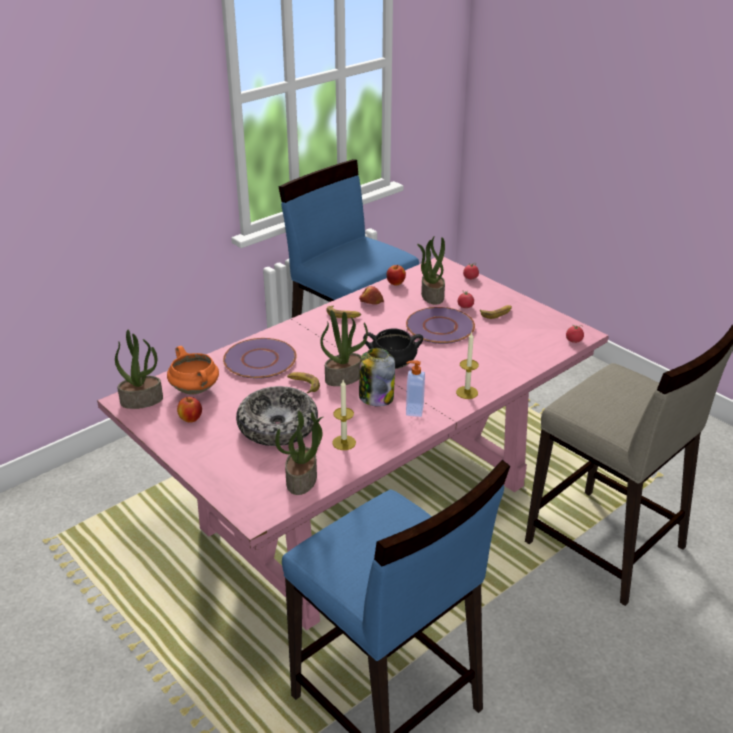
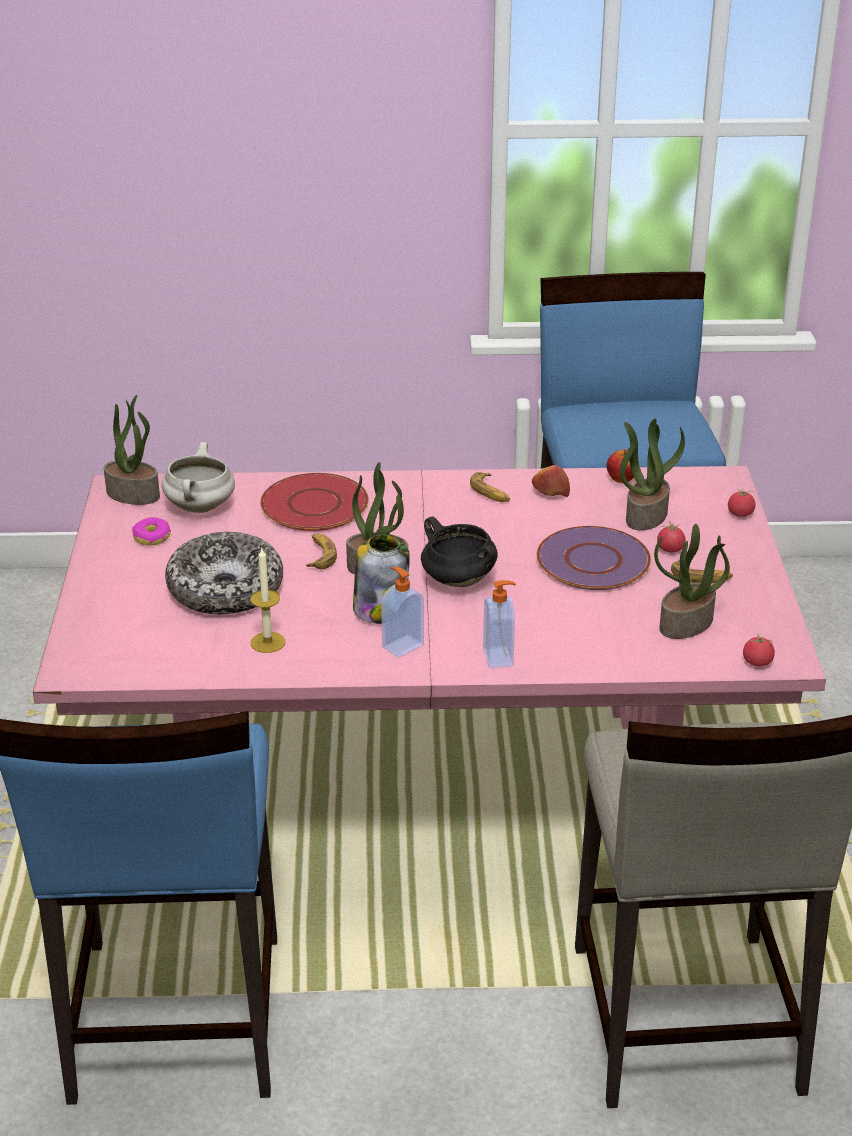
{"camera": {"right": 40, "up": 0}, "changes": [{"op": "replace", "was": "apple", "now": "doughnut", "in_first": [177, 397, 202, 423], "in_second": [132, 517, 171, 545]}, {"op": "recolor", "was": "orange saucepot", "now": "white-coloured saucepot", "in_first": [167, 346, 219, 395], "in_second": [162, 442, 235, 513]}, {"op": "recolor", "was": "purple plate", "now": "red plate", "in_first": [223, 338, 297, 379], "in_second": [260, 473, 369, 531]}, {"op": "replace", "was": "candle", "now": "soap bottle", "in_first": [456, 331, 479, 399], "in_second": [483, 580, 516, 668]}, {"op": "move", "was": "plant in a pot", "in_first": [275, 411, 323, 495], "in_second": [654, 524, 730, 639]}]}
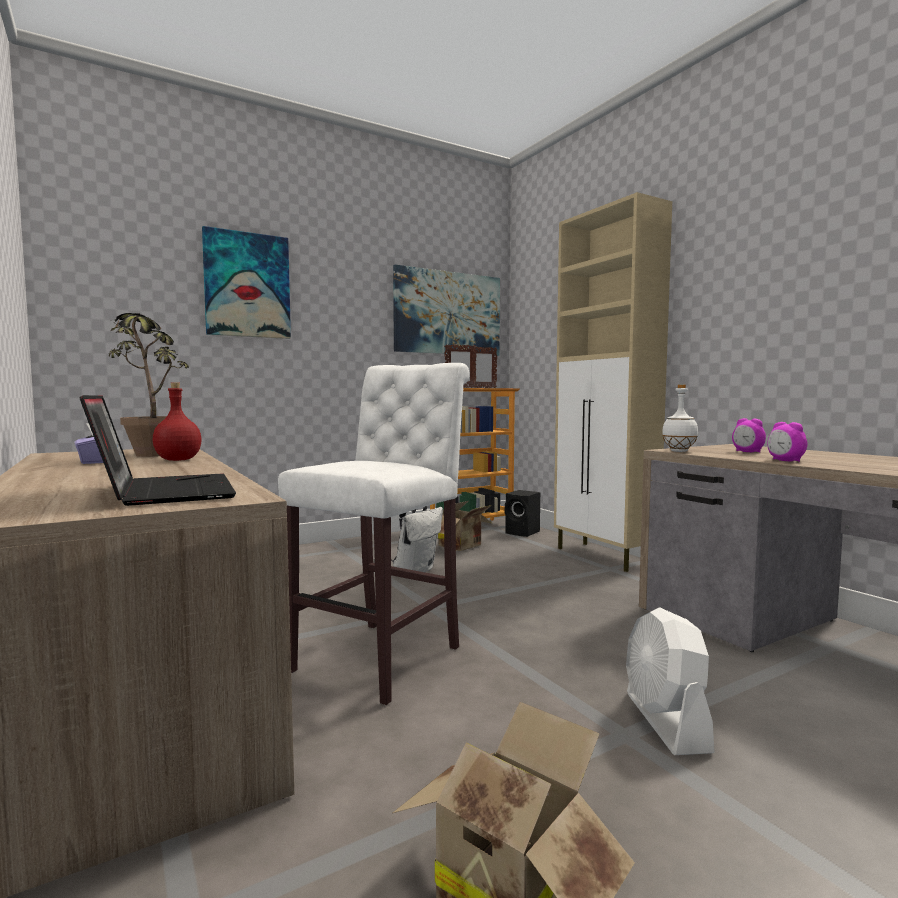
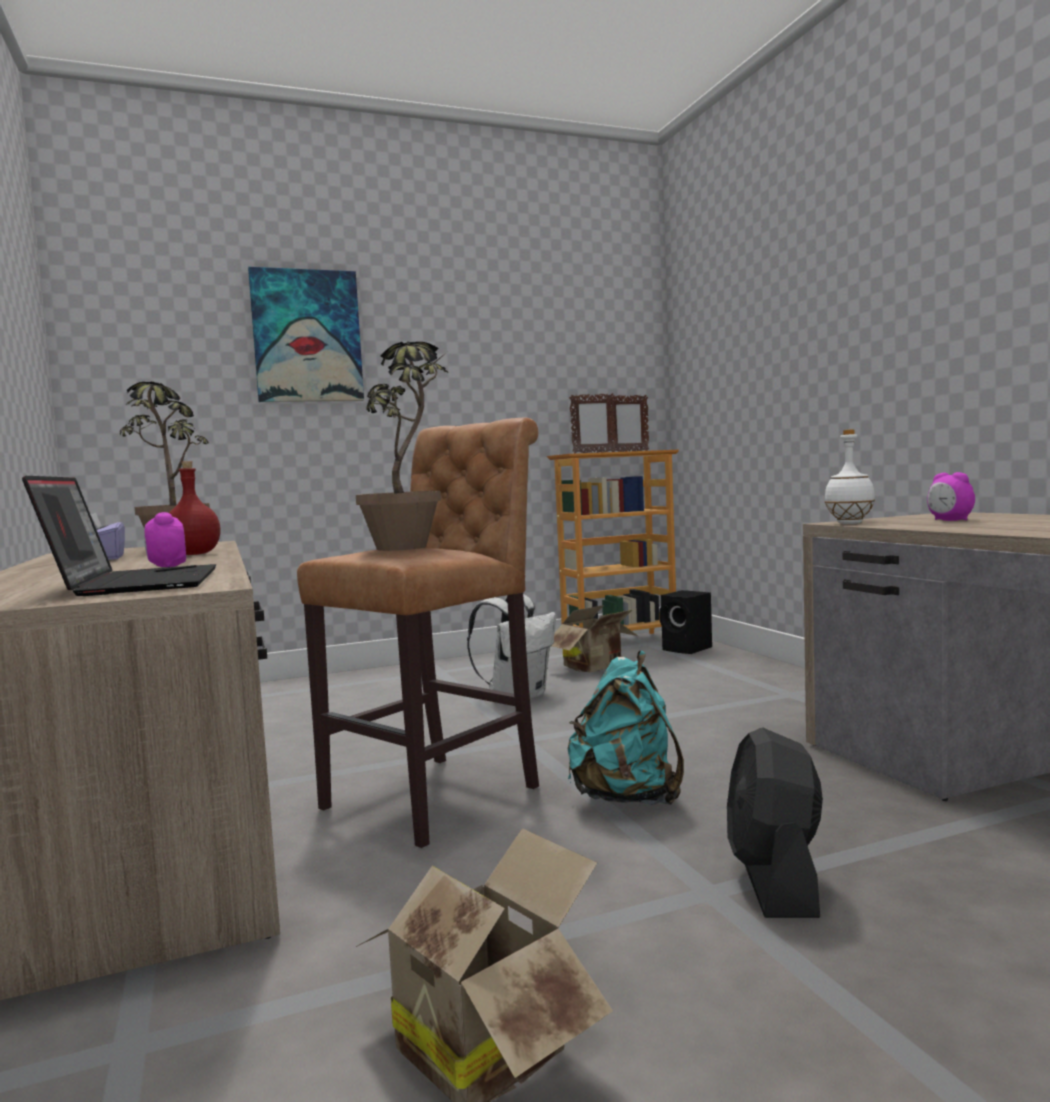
{"camera": {"right": 10, "up": 0}, "changes": [{"op": "move", "was": "alarm clock", "in_first": [767, 422, 808, 462], "in_second": [144, 512, 186, 567]}, {"op": "recolor", "was": "white-coloured stool", "now": "brown-coloured stool", "in_first": [278, 363, 470, 705], "in_second": [297, 418, 539, 848]}, {"op": "insert", "now": "plant in a pot", "in_second": [356, 341, 448, 551]}, {"op": "insert", "now": "turquoise-coloured rucksack", "in_second": [568, 651, 684, 805]}, {"op": "recolor", "was": "white-coloured electric fan", "now": "black-coloured electric fan", "in_first": [626, 607, 715, 755], "in_second": [727, 727, 823, 918]}, {"op": "delete", "was": "picture", "in_first": [393, 265, 500, 356]}, {"op": "delete", "was": "sand-coloured cabinet", "in_first": [554, 192, 672, 572]}]}
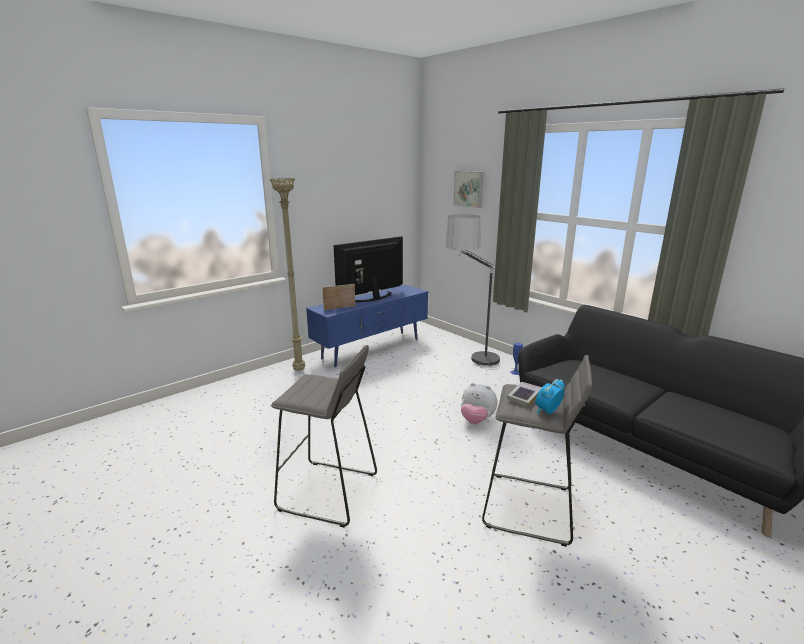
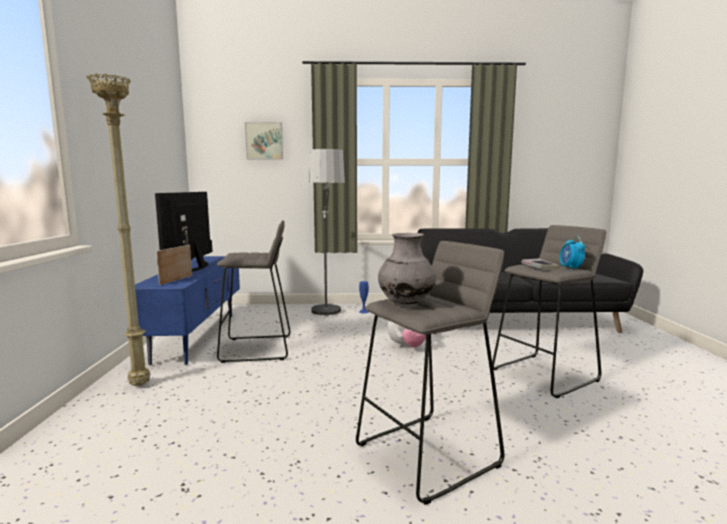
{"camera": {"right": -50, "up": -10}, "changes": [{"op": "insert", "now": "grey stool", "in_second": [217, 221, 290, 363]}, {"op": "insert", "now": "grey decorative vase", "in_second": [378, 233, 436, 304]}]}
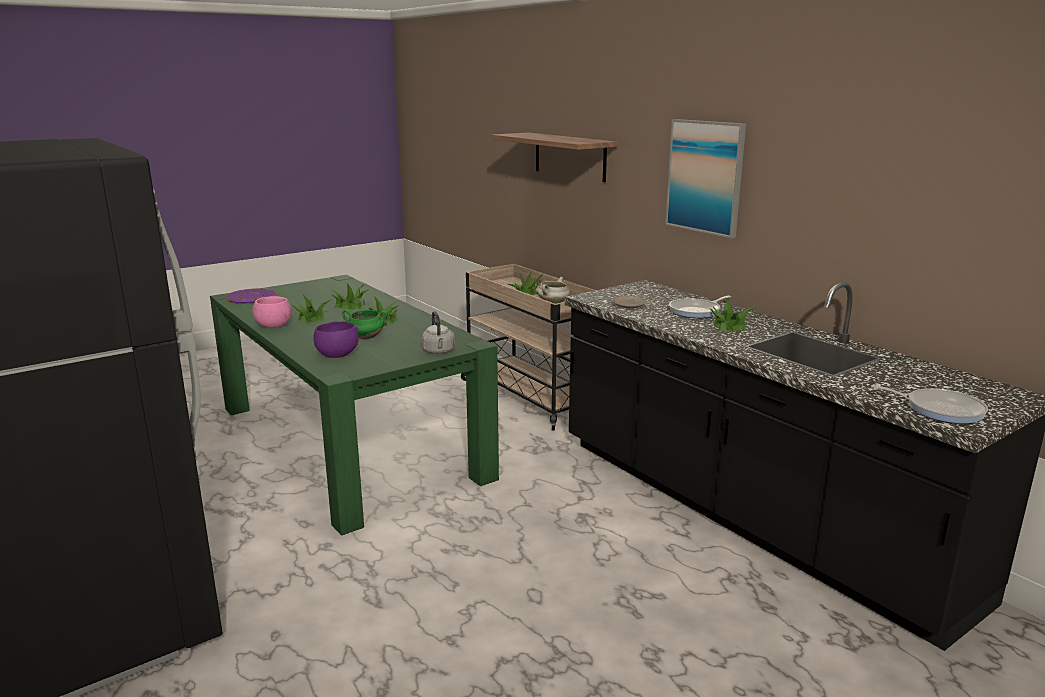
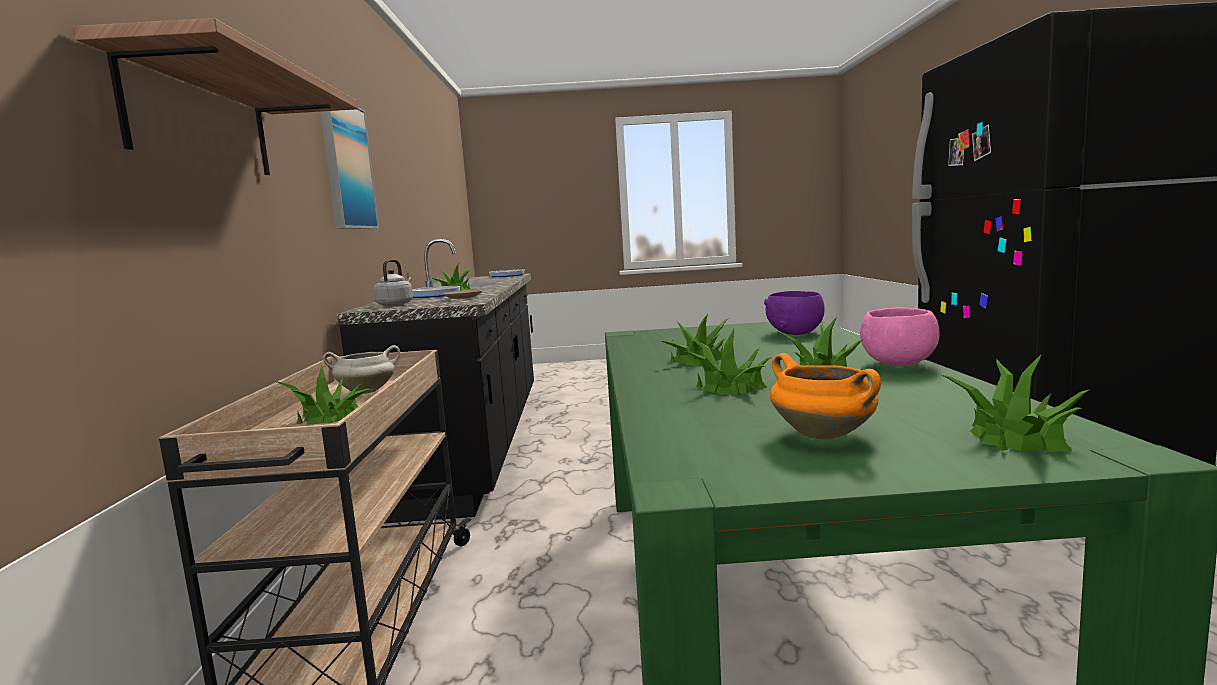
{"camera": {"right": -145, "up": -10}, "changes": [{"op": "move", "was": "grey kettle", "in_first": [422, 311, 455, 354], "in_second": [373, 259, 413, 306]}, {"op": "insert", "now": "orange saucepot", "in_second": [770, 353, 881, 440]}, {"op": "replace", "was": "purple plate", "now": "plant in a pot", "in_first": [225, 288, 277, 304], "in_second": [942, 354, 1090, 452]}, {"op": "delete", "was": "greenish saucepot", "in_first": [342, 309, 388, 339]}]}
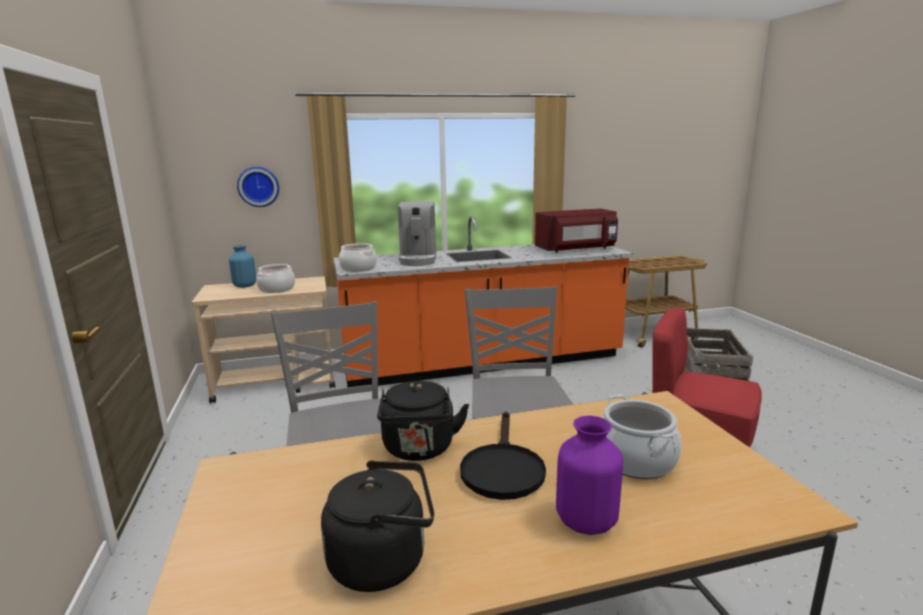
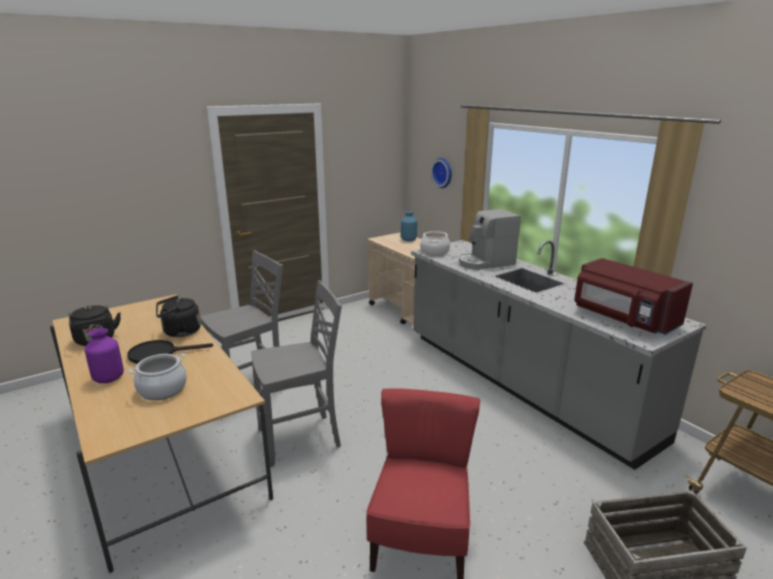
{"camera": {"right": 70, "up": 5}, "changes": [{"op": "recolor", "was": "orange counter", "now": "grey counter", "in_first": [334, 216, 633, 387], "in_second": [411, 240, 706, 470]}, {"op": "delete", "was": "saucepot", "in_first": [256, 264, 295, 293]}]}
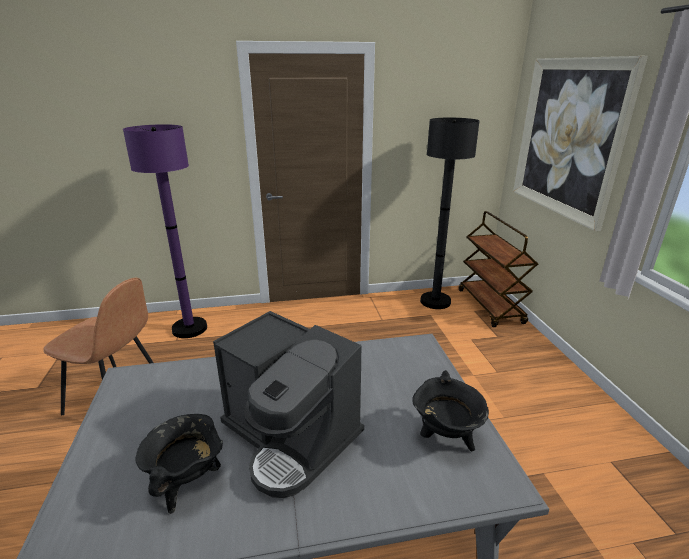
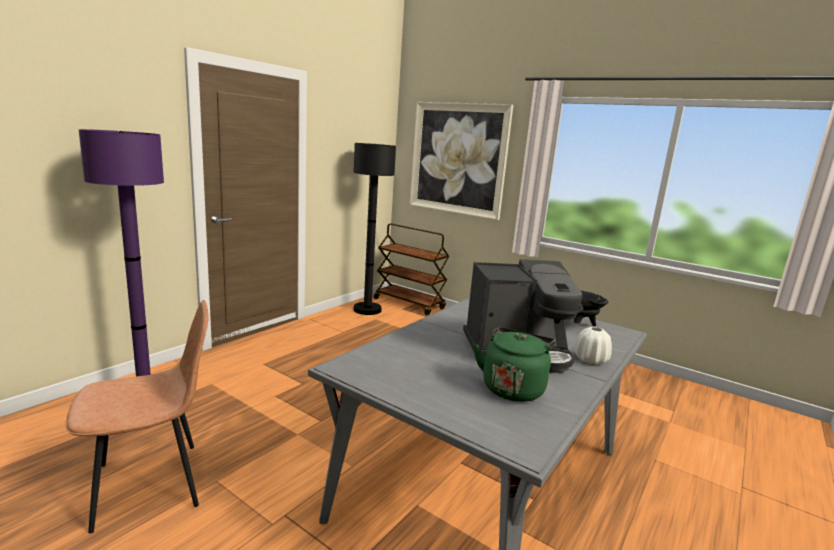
{"camera": {"right": -45, "up": -10}, "changes": [{"op": "replace", "was": "black-coloured saucepot", "now": "greenish kettle", "in_first": [135, 414, 223, 514], "in_second": [473, 327, 556, 402]}, {"op": "insert", "now": "white-coloured decorative vase", "in_second": [574, 327, 612, 365]}]}
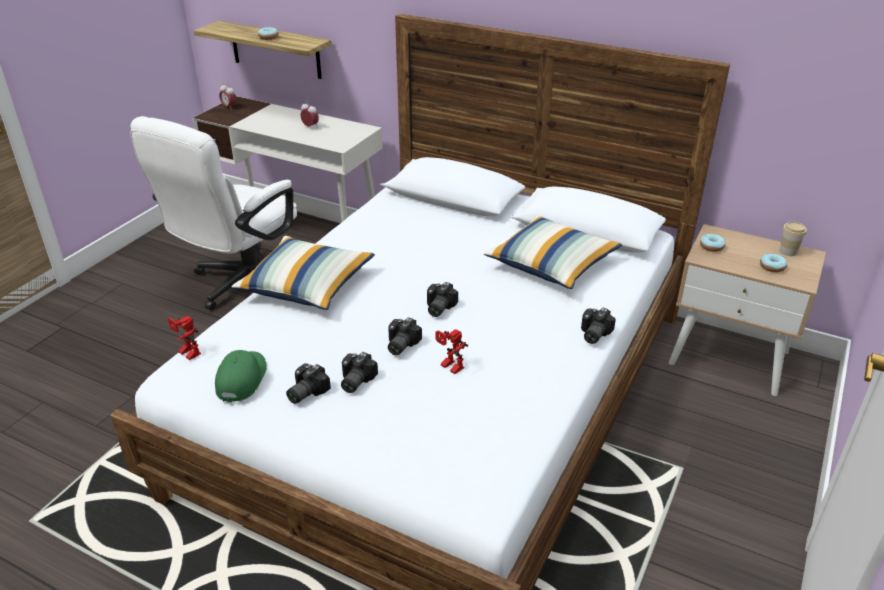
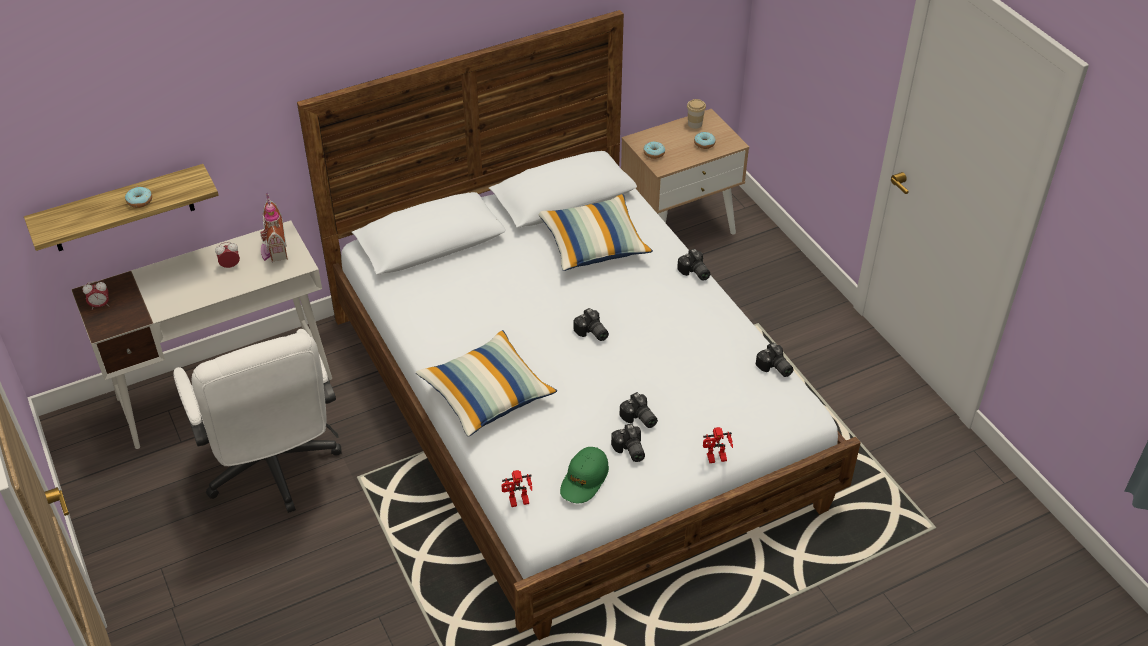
{"camera": {"right": -55, "up": 10}, "changes": [{"op": "insert", "now": "miniature house", "in_second": [260, 193, 288, 263]}, {"op": "rotate", "was": "greenish peaked cap", "in_first": [215, 350, 267, 402], "in_second": [560, 447, 609, 503], "clockwise": -105}, {"op": "move", "was": "toy robot", "in_first": [436, 329, 468, 374], "in_second": [703, 427, 733, 463]}, {"op": "move", "was": "photo camera", "in_first": [388, 317, 422, 355], "in_second": [756, 342, 794, 377]}]}
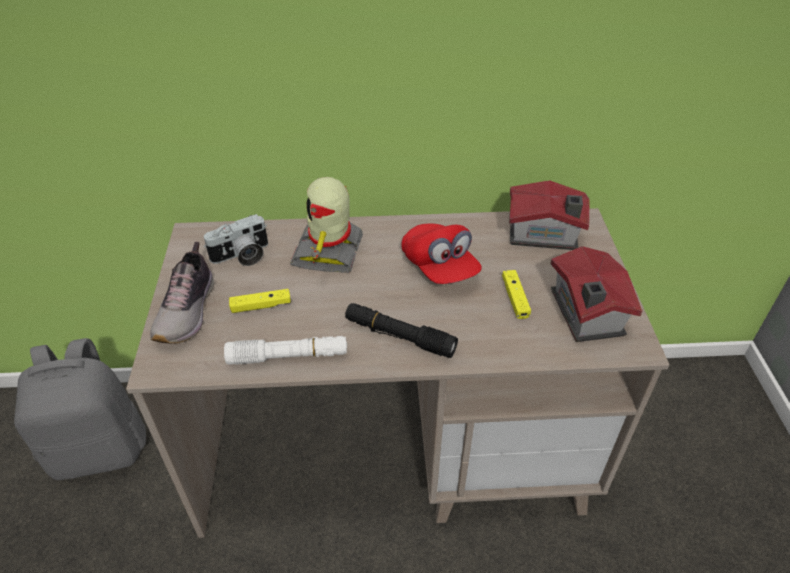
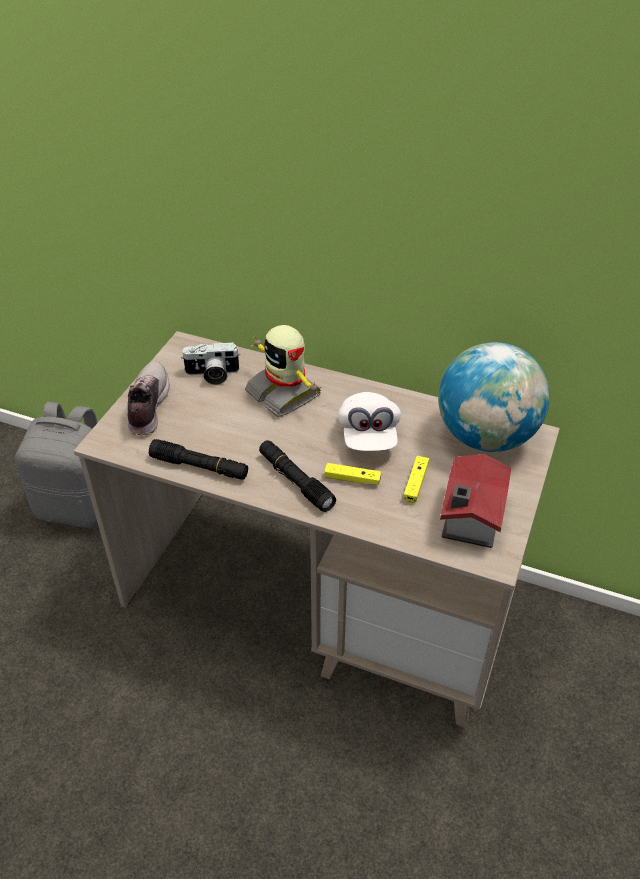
{"camera": {"right": 25, "up": 0}, "changes": [{"op": "rotate", "was": "shoe", "in_first": [150, 242, 214, 344], "in_second": [128, 361, 170, 435], "clockwise": 150}, {"op": "recolor", "was": "white-coloured flashlight", "now": "black-coloured flashlight", "in_first": [224, 336, 347, 365], "in_second": [149, 439, 248, 480]}, {"op": "rotate", "was": "toy robot", "in_first": [290, 177, 363, 273], "in_second": [245, 325, 321, 417], "clockwise": -75}, {"op": "move", "was": "yellowish joypad", "in_first": [229, 289, 291, 313], "in_second": [324, 463, 381, 485]}, {"op": "recolor", "was": "red peaked cap", "now": "white-coloured peaked cap", "in_first": [401, 223, 482, 284], "in_second": [338, 392, 401, 451]}, {"op": "replace", "was": "miniature house", "now": "desk globe", "in_first": [509, 180, 590, 250], "in_second": [438, 342, 550, 452]}]}
